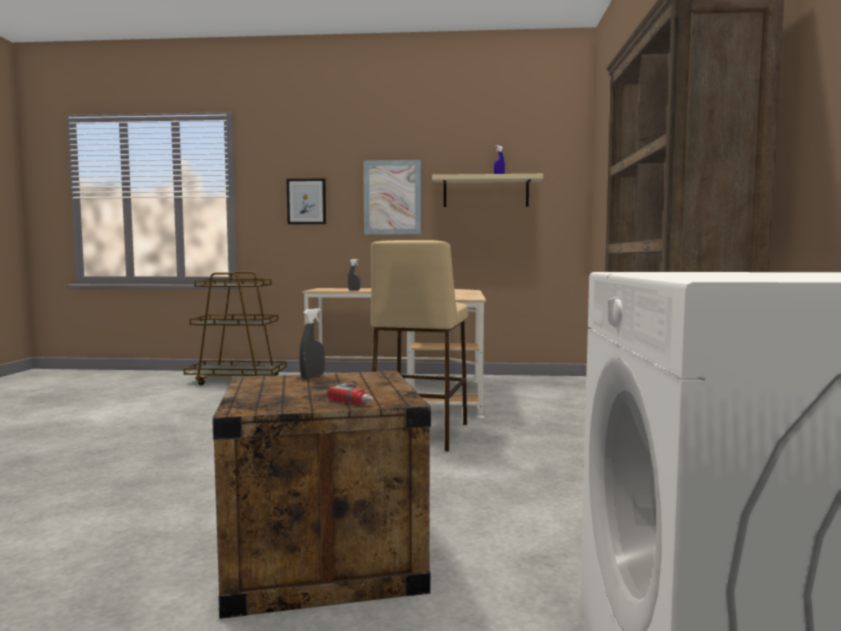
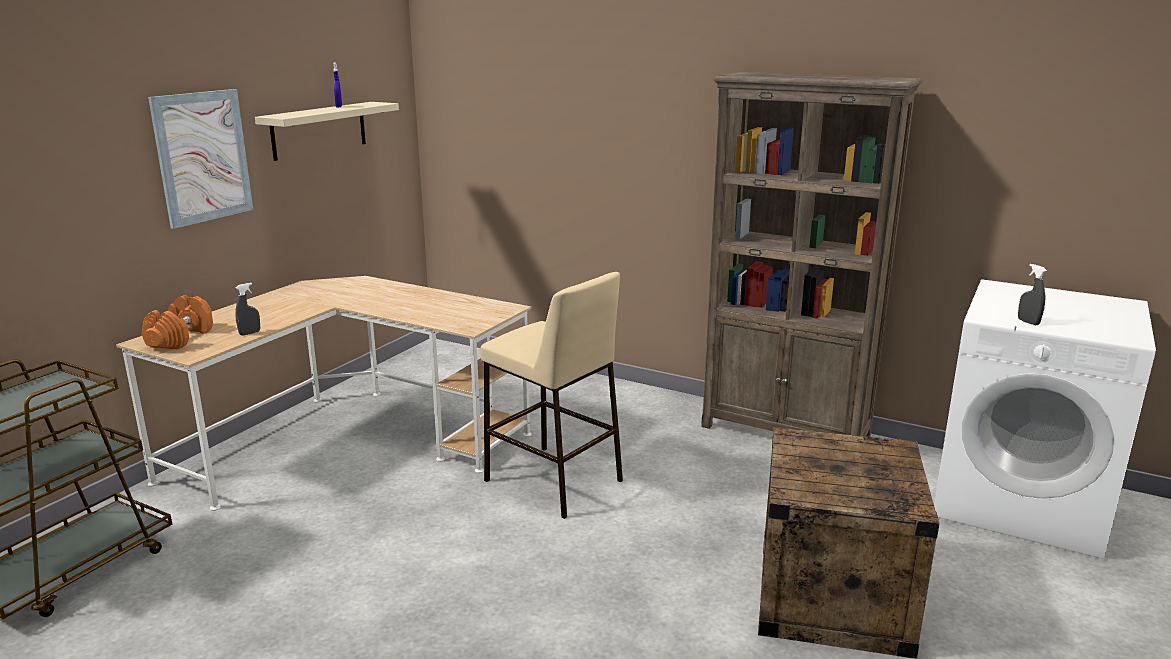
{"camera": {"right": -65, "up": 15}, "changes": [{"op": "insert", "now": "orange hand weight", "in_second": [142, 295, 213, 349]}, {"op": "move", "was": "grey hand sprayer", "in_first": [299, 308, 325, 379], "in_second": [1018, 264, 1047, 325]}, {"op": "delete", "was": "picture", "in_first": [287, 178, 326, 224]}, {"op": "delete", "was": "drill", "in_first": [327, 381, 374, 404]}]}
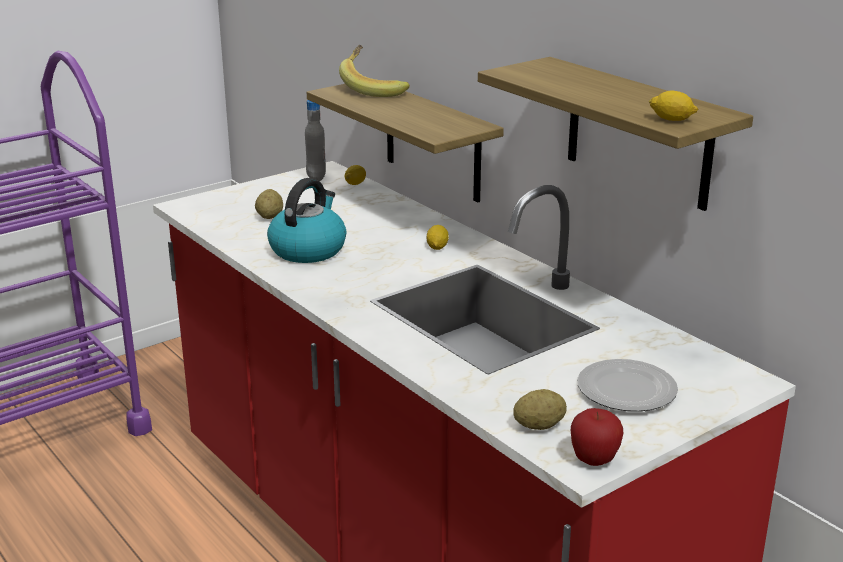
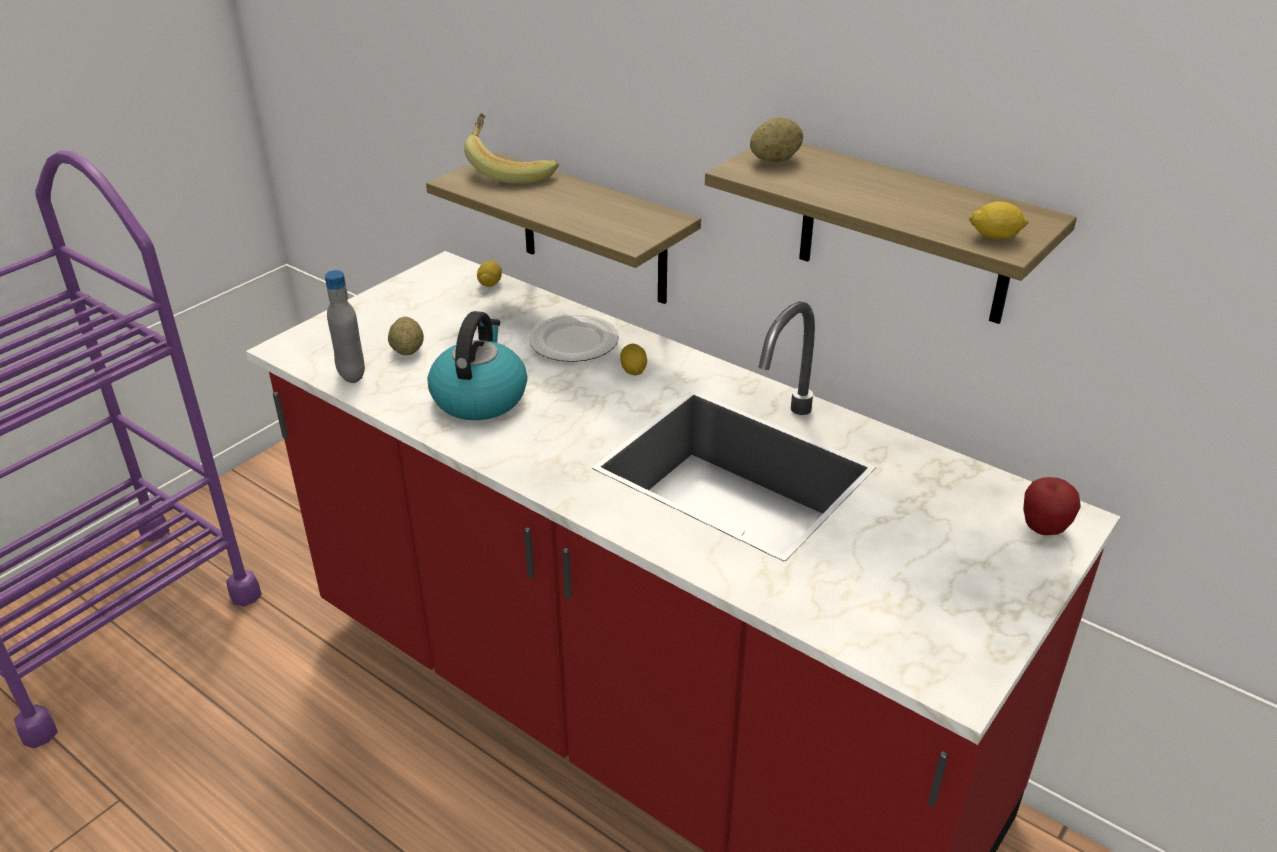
{"camera": {"right": -15, "up": 10}, "changes": [{"op": "move", "was": "grey beverage bottle", "in_first": [305, 100, 326, 181], "in_second": [325, 270, 365, 383]}, {"op": "move", "was": "plate", "in_first": [577, 359, 678, 412], "in_second": [528, 314, 619, 362]}, {"op": "move", "was": "spud", "in_first": [513, 389, 567, 430], "in_second": [750, 118, 803, 162]}, {"op": "move", "was": "apple", "in_first": [571, 408, 623, 466], "in_second": [1024, 477, 1081, 535]}]}
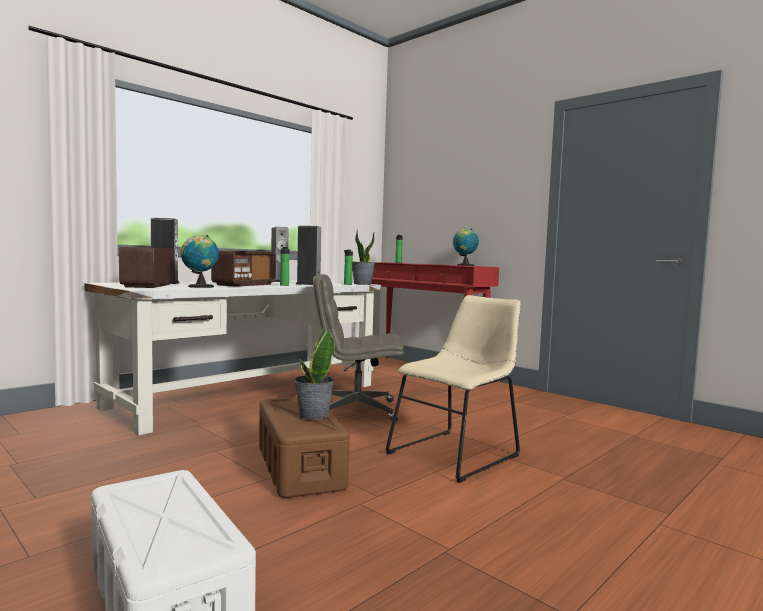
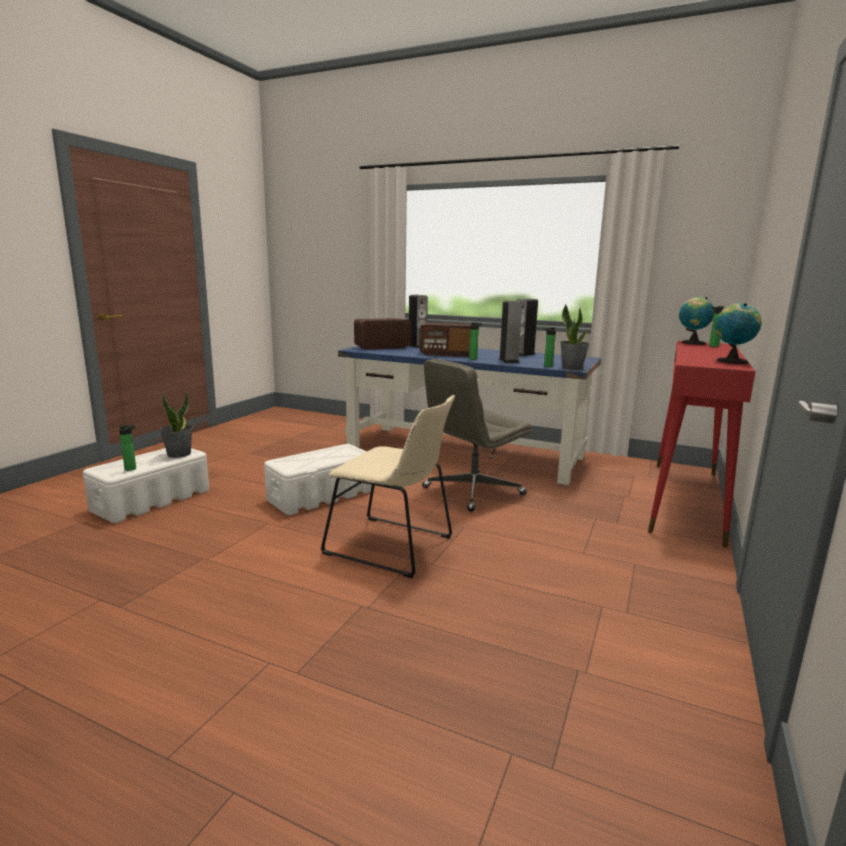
{"camera": {"right": 70, "up": 10}, "changes": [{"op": "insert", "now": "beverage bottle", "in_second": [118, 425, 136, 471]}, {"op": "move", "was": "plant in a pot", "in_first": [294, 329, 335, 419], "in_second": [160, 392, 193, 458]}, {"op": "recolor", "was": "brown-coloured storage container", "now": "white-coloured storage container", "in_first": [259, 397, 350, 498], "in_second": [264, 444, 372, 515]}, {"op": "recolor", "was": "white-coloured desk table", "now": "blue desk table", "in_first": [84, 280, 381, 435], "in_second": [338, 346, 601, 485]}, {"op": "rotate", "was": "grey office chair", "in_first": [313, 274, 404, 421], "in_second": [422, 359, 532, 512], "clockwise": -105}, {"op": "move", "was": "desk globe", "in_first": [181, 235, 219, 288], "in_second": [679, 297, 714, 345]}]}
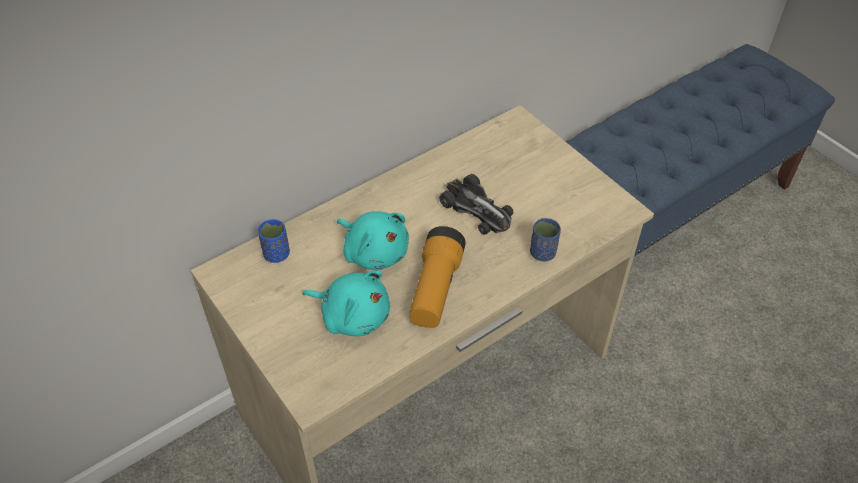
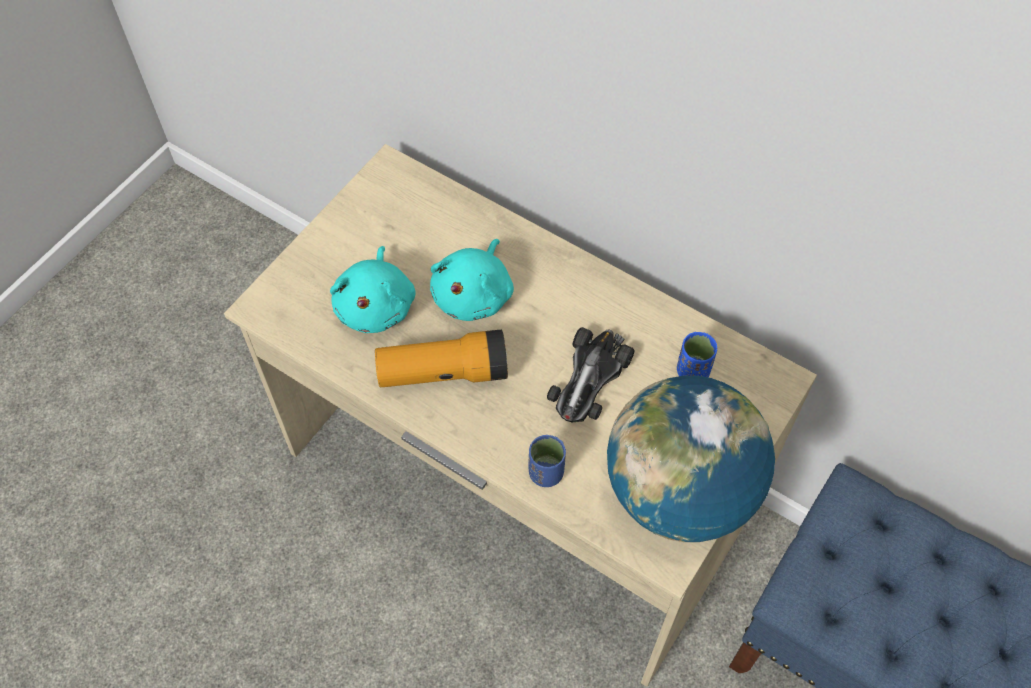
{"camera": {"right": 70, "up": 10}, "changes": [{"op": "insert", "now": "desk globe", "in_second": [607, 376, 775, 542]}, {"op": "move", "was": "blue cup", "in_first": [258, 219, 290, 263], "in_second": [677, 332, 717, 377]}]}
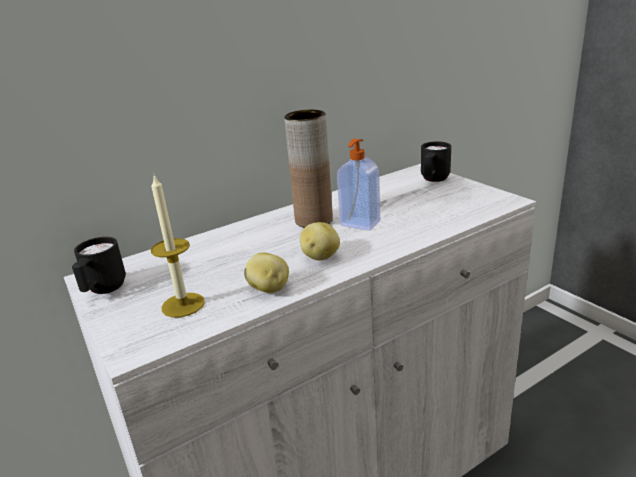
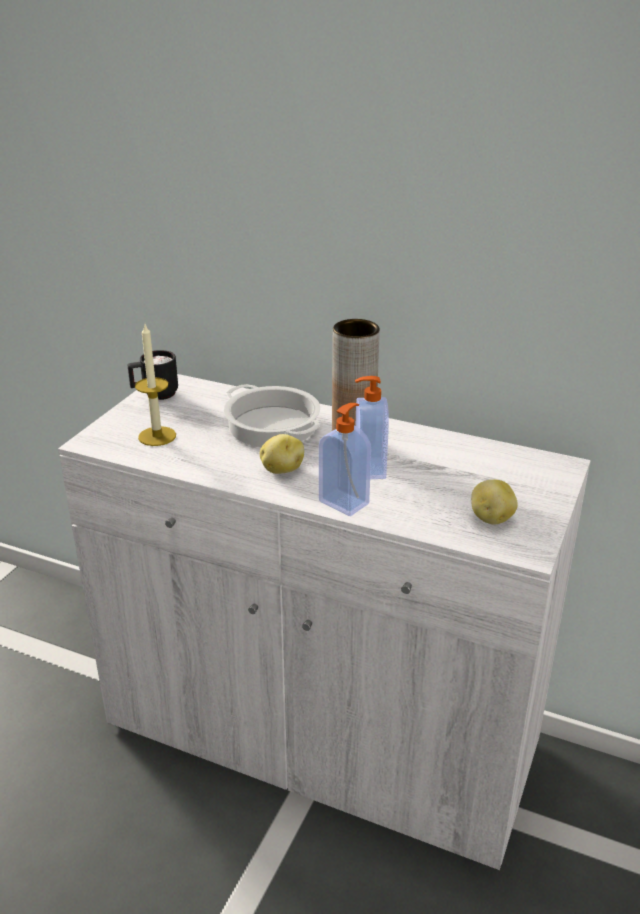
{"camera": {"right": 55, "up": 5}, "changes": [{"op": "insert", "now": "saucepot", "in_second": [224, 384, 321, 447]}, {"op": "insert", "now": "soap bottle", "in_second": [319, 403, 371, 516]}, {"op": "move", "was": "spud", "in_first": [244, 253, 289, 293], "in_second": [471, 480, 517, 525]}, {"op": "delete", "was": "black-coloured mug", "in_first": [421, 141, 451, 182]}]}
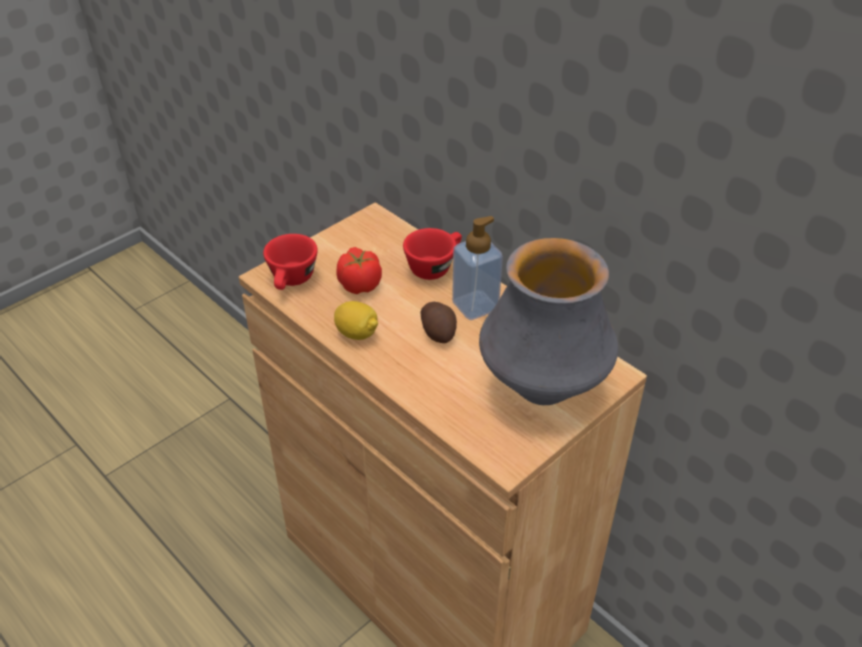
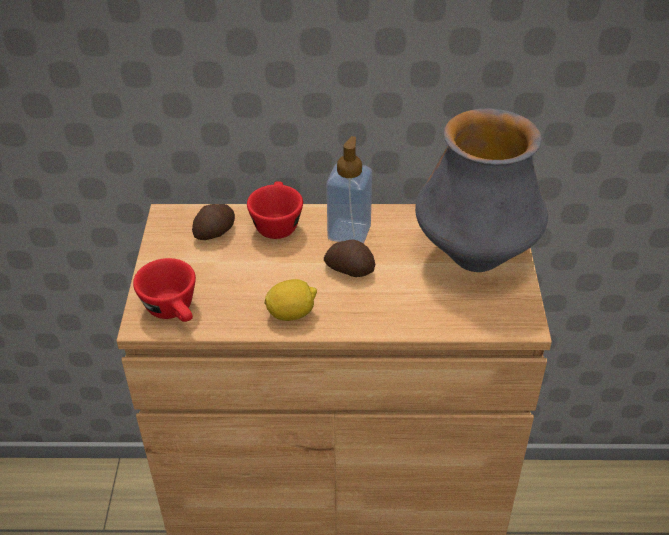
{"camera": {"right": -45, "up": 0}, "changes": [{"op": "insert", "now": "spud", "in_second": [192, 204, 235, 240]}, {"op": "delete", "was": "tomato", "in_first": [337, 247, 382, 294]}]}
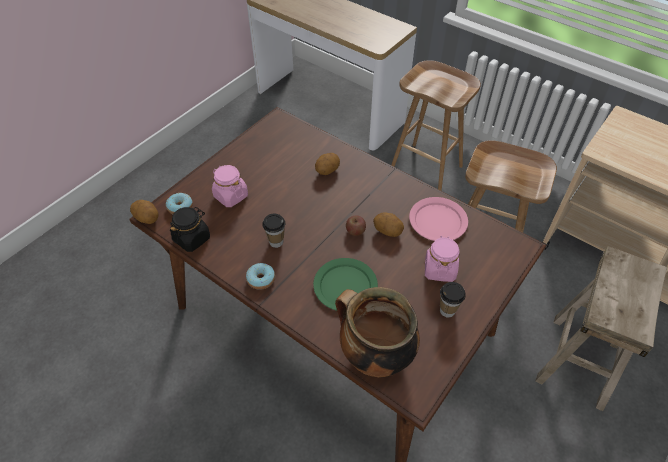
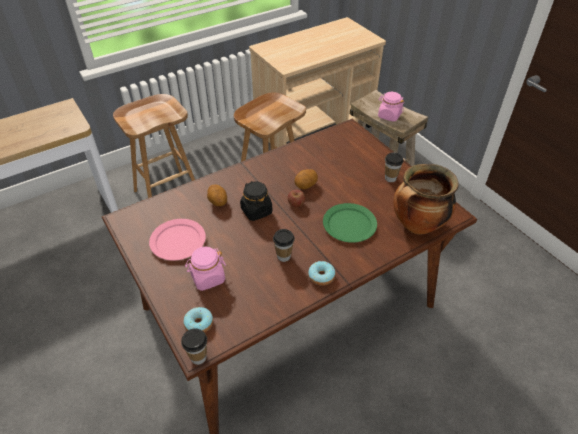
{"camera": {"right": -70, "up": -5}, "changes": [{"op": "move", "was": "pinkish plate", "in_first": [409, 197, 468, 241], "in_second": [149, 219, 206, 261]}, {"op": "replace", "was": "spud", "now": "cup", "in_first": [130, 200, 159, 224], "in_second": [181, 328, 207, 365]}, {"op": "move", "was": "black-coloured jar", "in_first": [170, 207, 210, 252], "in_second": [240, 181, 272, 221]}, {"op": "move", "was": "pinkish jar", "in_first": [425, 236, 460, 282], "in_second": [378, 92, 404, 122]}]}
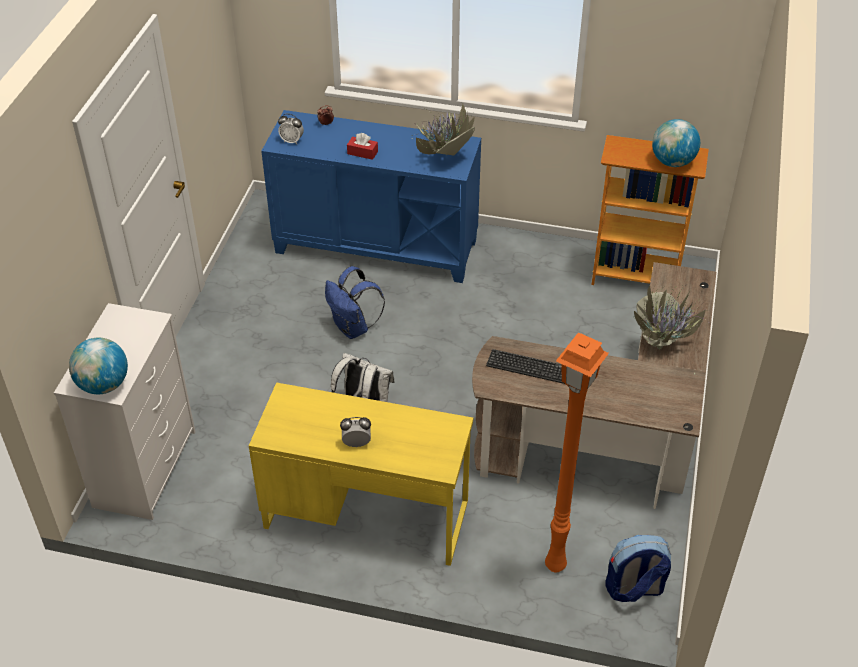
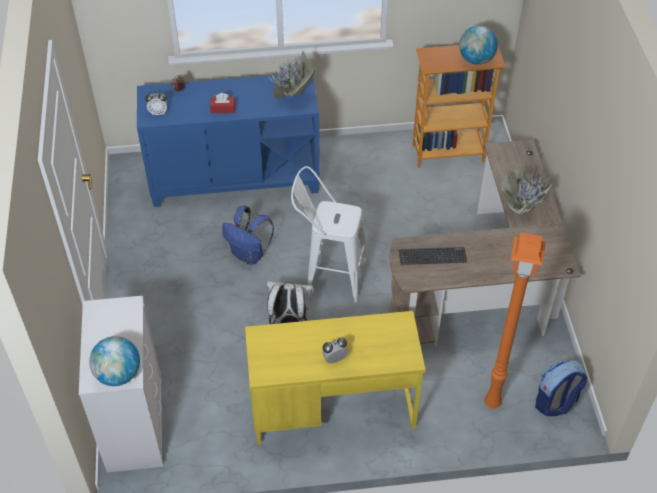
{"camera": {"right": -20, "up": 5}, "changes": [{"op": "insert", "now": "white-coloured stool", "in_second": [291, 166, 368, 303]}]}
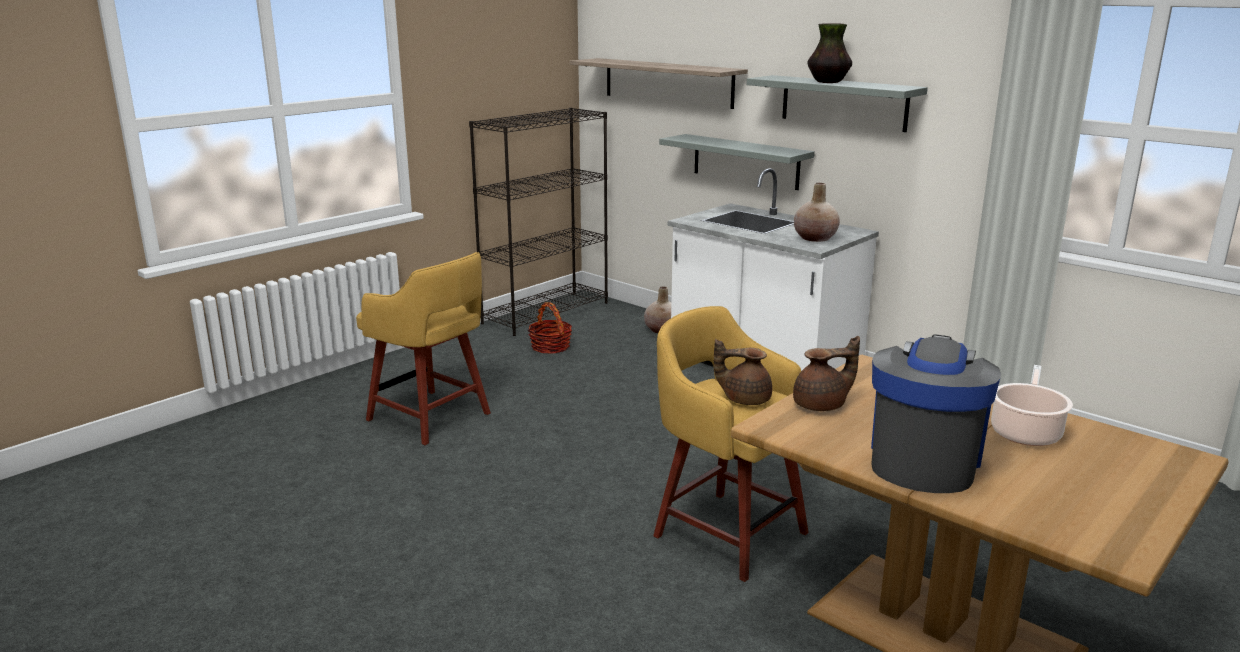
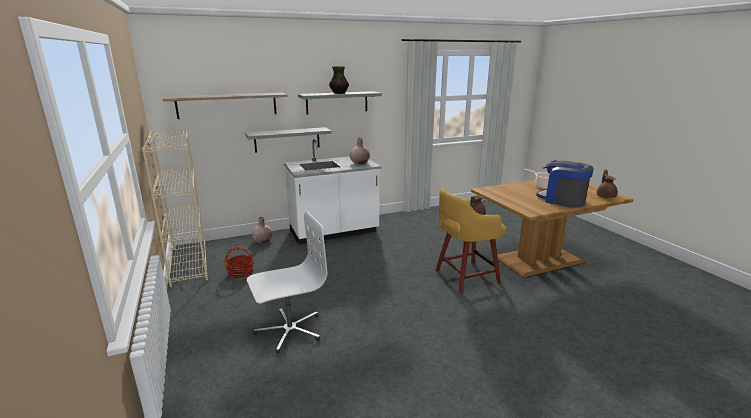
{"camera": {"right": -65, "up": 0}, "changes": [{"op": "recolor", "was": "black-coloured bookcase", "now": "sand-coloured bookcase", "in_first": [469, 108, 608, 336], "in_second": [142, 129, 208, 287]}, {"op": "replace", "was": "yellowish stool", "now": "white-coloured office chair", "in_first": [356, 252, 491, 445], "in_second": [247, 211, 327, 354]}, {"op": "move", "was": "brown-coloured tea pot", "in_first": [793, 336, 860, 411], "in_second": [597, 169, 618, 198]}]}
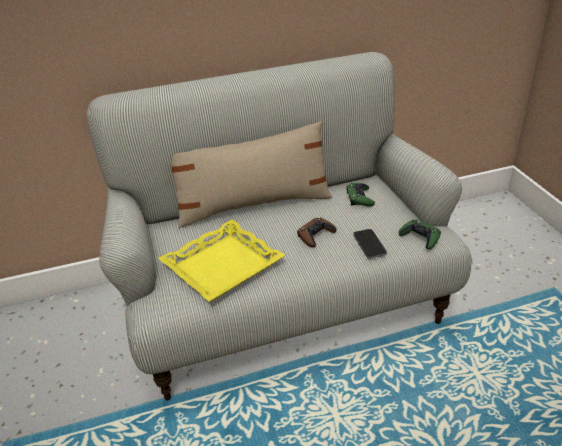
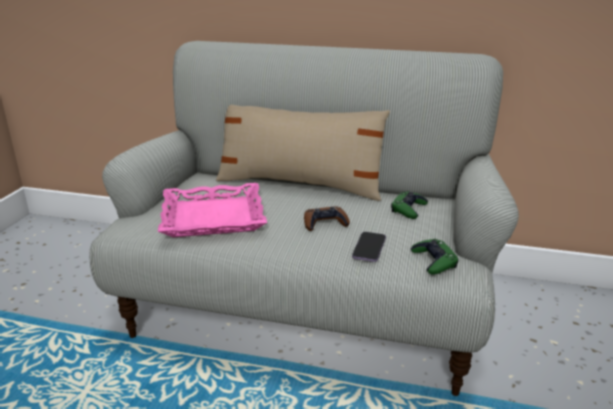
{"camera": {"right": 30, "up": -10}, "changes": [{"op": "recolor", "was": "yellowish serving tray", "now": "pinkish serving tray", "in_first": [158, 219, 285, 302], "in_second": [158, 183, 267, 237]}]}
